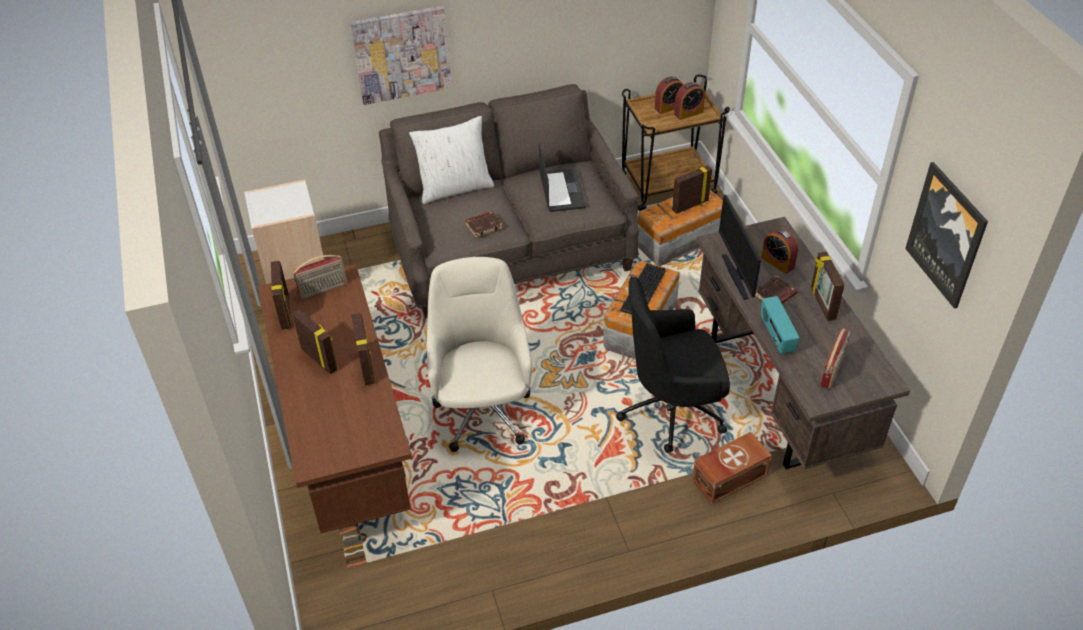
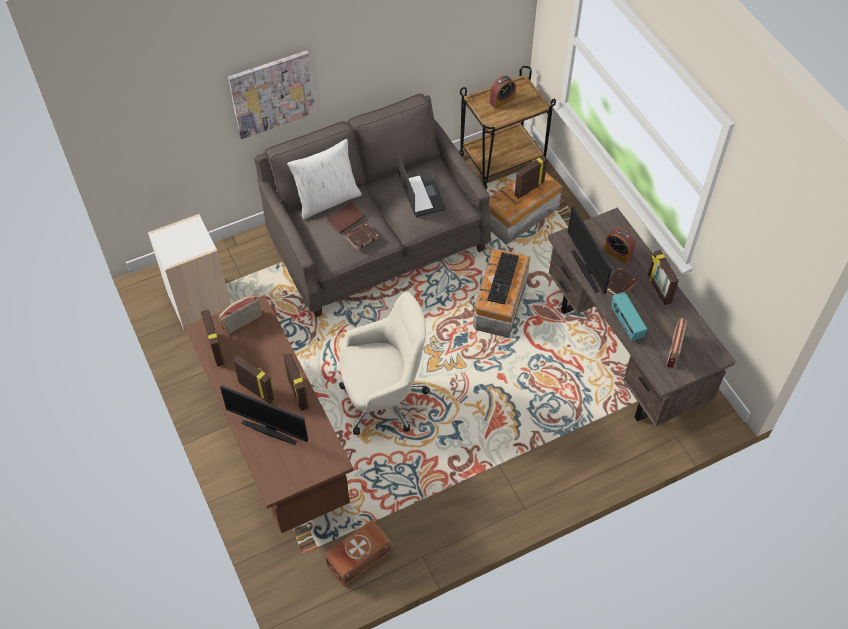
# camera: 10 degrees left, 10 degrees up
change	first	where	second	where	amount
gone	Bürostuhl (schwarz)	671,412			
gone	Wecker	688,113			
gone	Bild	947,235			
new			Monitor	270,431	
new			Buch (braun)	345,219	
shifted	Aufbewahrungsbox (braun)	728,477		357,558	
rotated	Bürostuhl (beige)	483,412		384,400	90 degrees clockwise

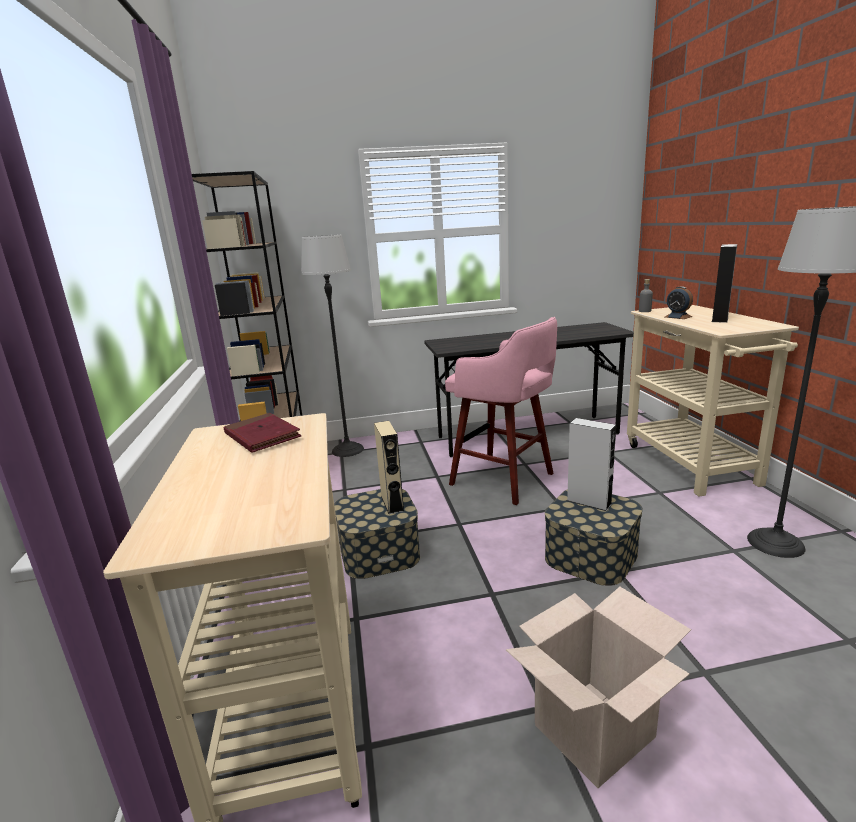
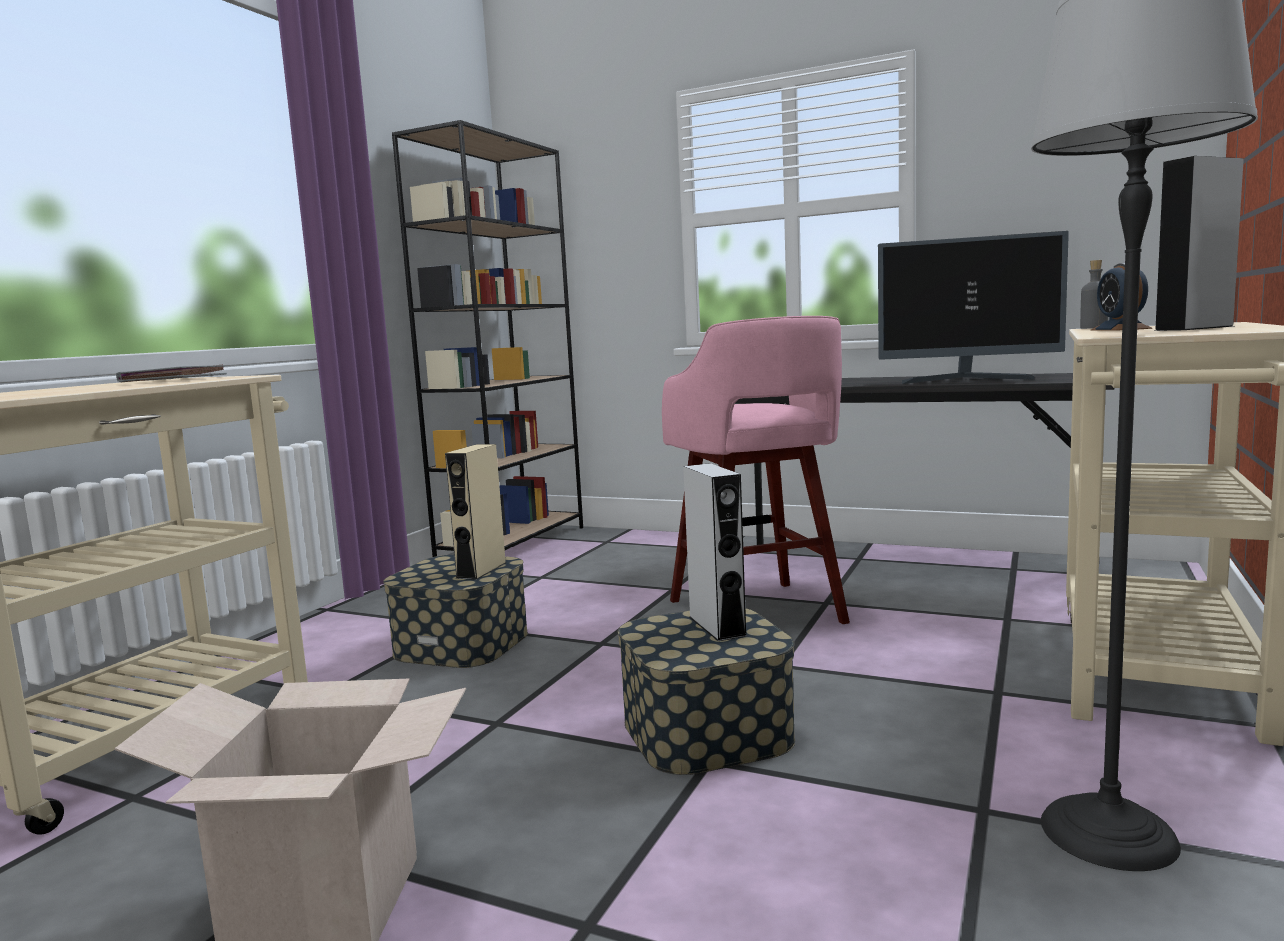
# camera: 35 degrees right, 10 degrees down
change	first	where	second	where	amount
gone	Stehlampe	348,450			
new			Monitor	968,379	
repainted	Buch (rot)	262,436	Buch (grau)	175,380	

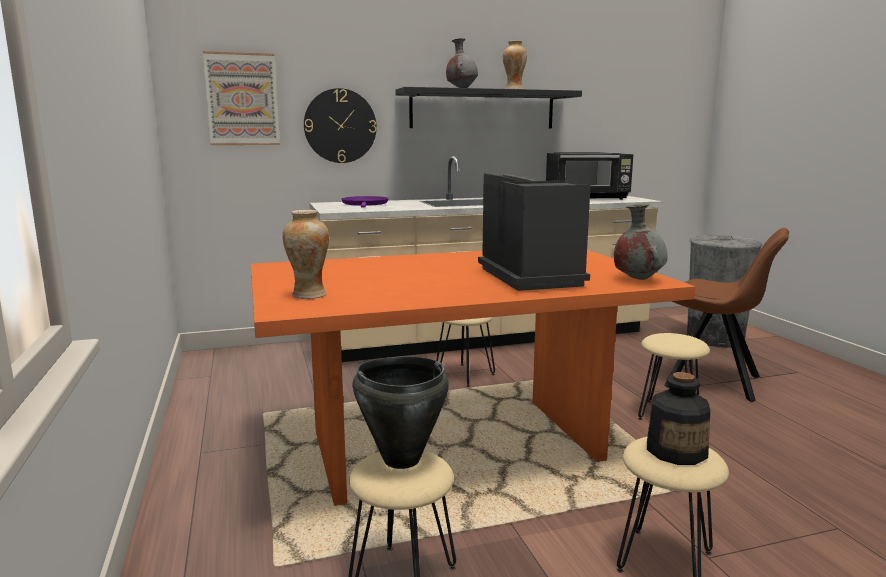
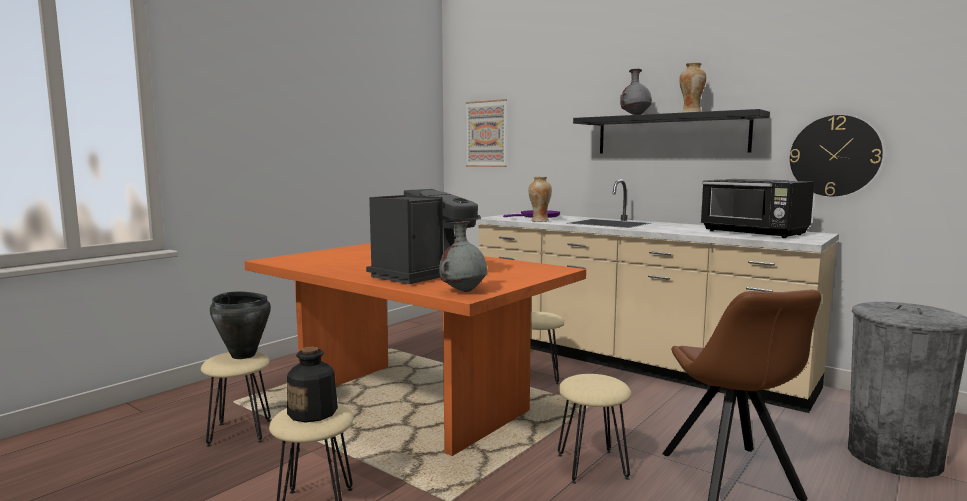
# camera: 55 degrees right, 5 degrees down
change	first	where	second	where	amount
shifted	Vase	309,295		539,221	
shifted	Wanduhr	340,126		834,156	

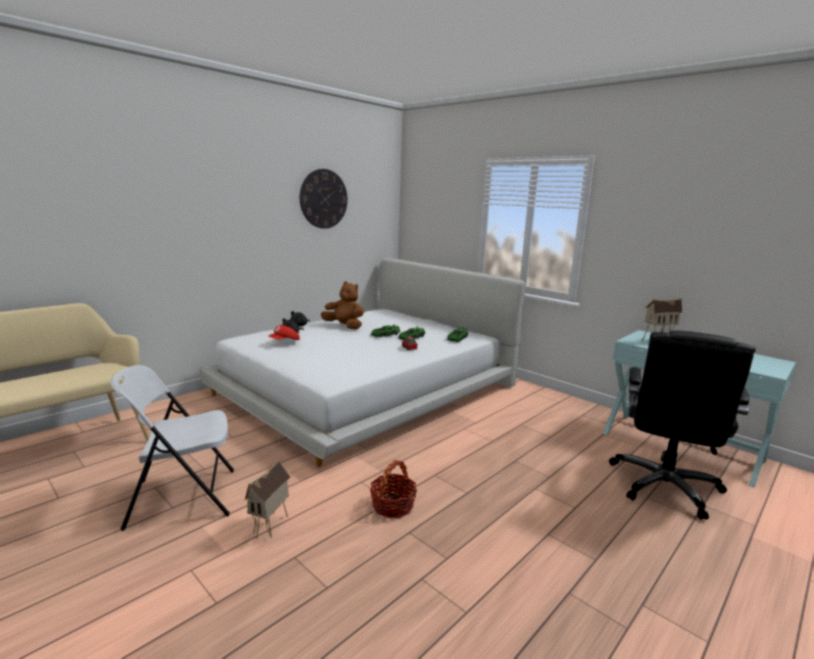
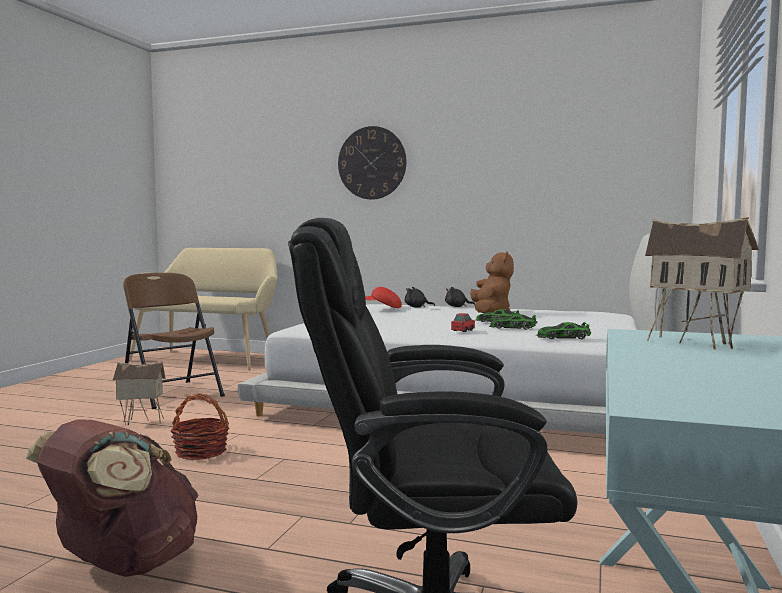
# camera: 65 degrees right, 10 degrees down
change	first	where	second	where	amount
new			Rucksack (braun)	123,565	
shifted	Wanduhr	323,199		372,163	
repainted	Stuhl (weiß)	183,497	Stuhl (braun)	172,394	

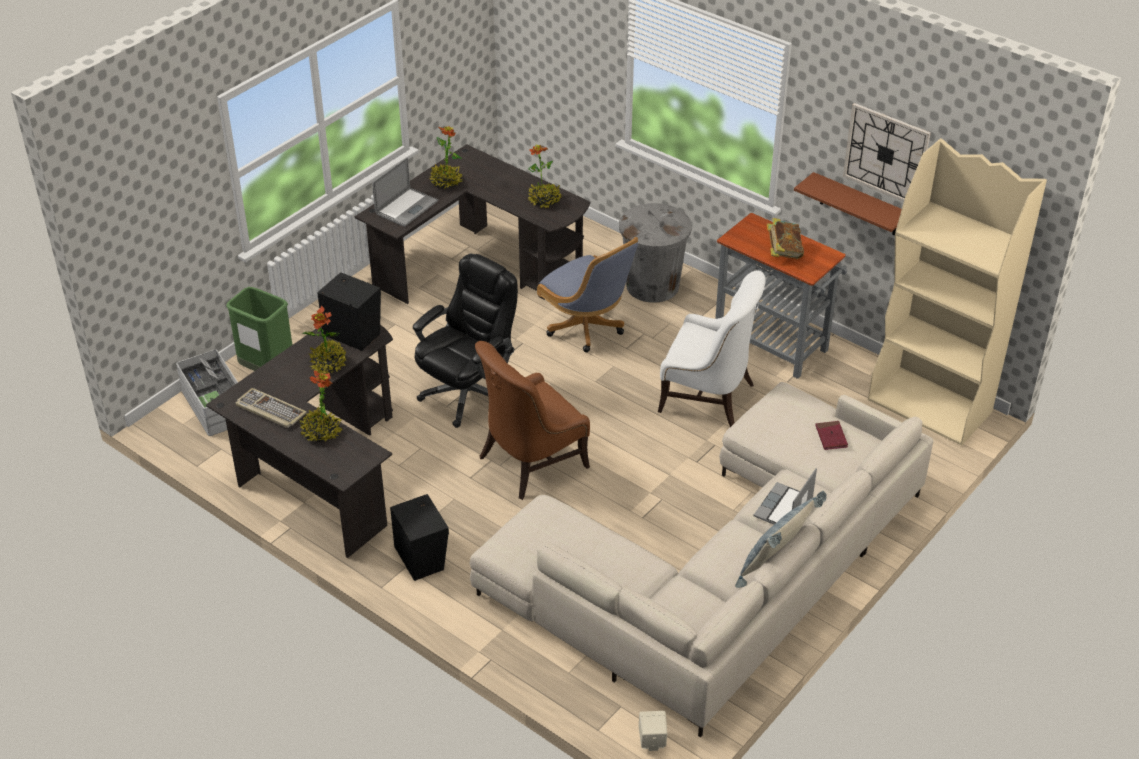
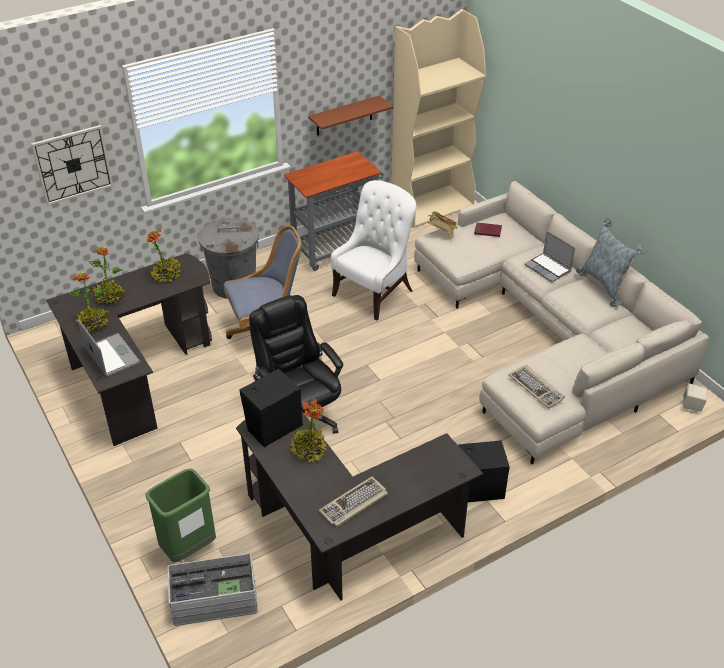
# camera: 70 degrees left, 0 degrees up
change	first	where	second	where	amount
gone	Stuhl (braun)	531,462			
new			Tastatur	537,388	
shifted	Topfpflanze	321,432		110,297	
shifted	Buch	783,252		441,233	
shifted	Wanduhr	886,154		73,164	

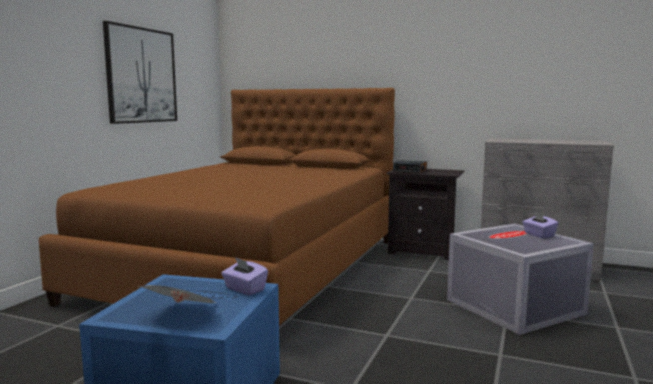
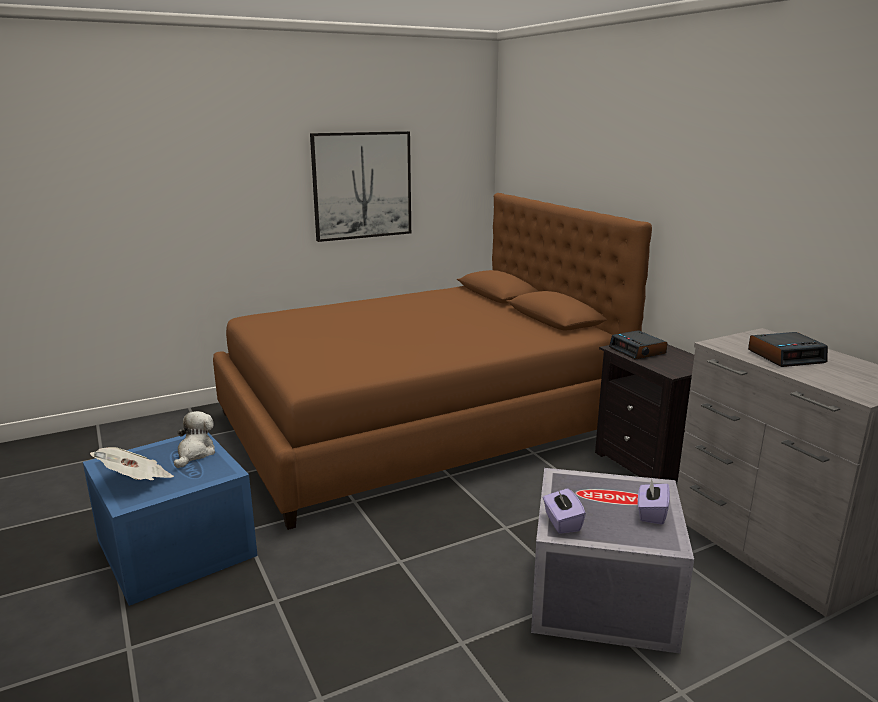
# camera: 40 degrees right, 10 degrees up
change	first	where	second	where	amount
new			Plüschtier	195,453	
new			Wecker	786,356	
shifted	Taschentuchbox (lila)	244,289		562,522	

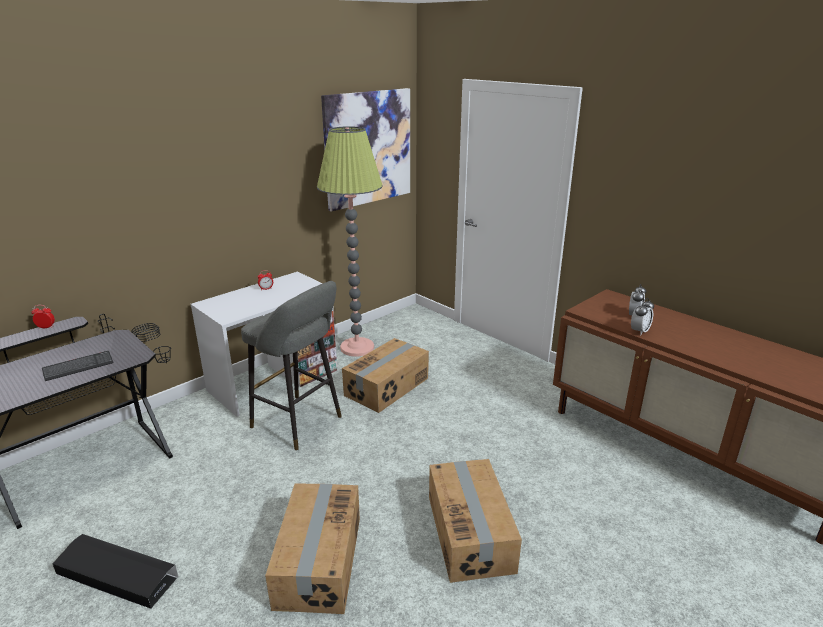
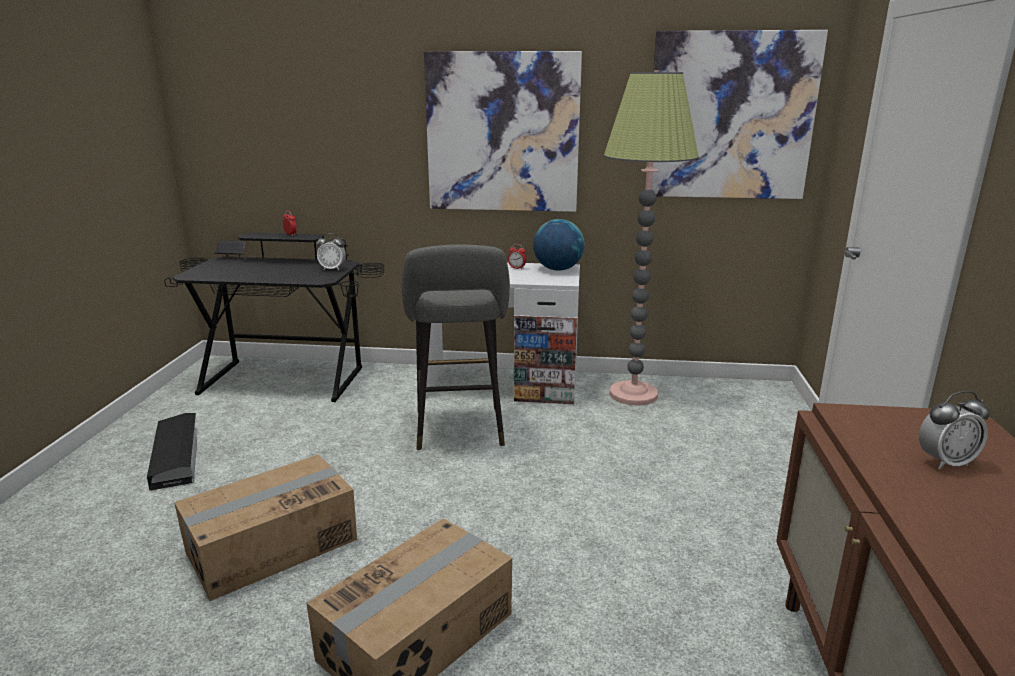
# camera: 50 degrees right, 5 degrees down
change	first	where	second	where	amount
gone	Tastatur	78,367			
gone	Karton	387,387			
new			Bild	502,133	
new			Globus	557,269	
shifted	Wecker	639,331		332,269	

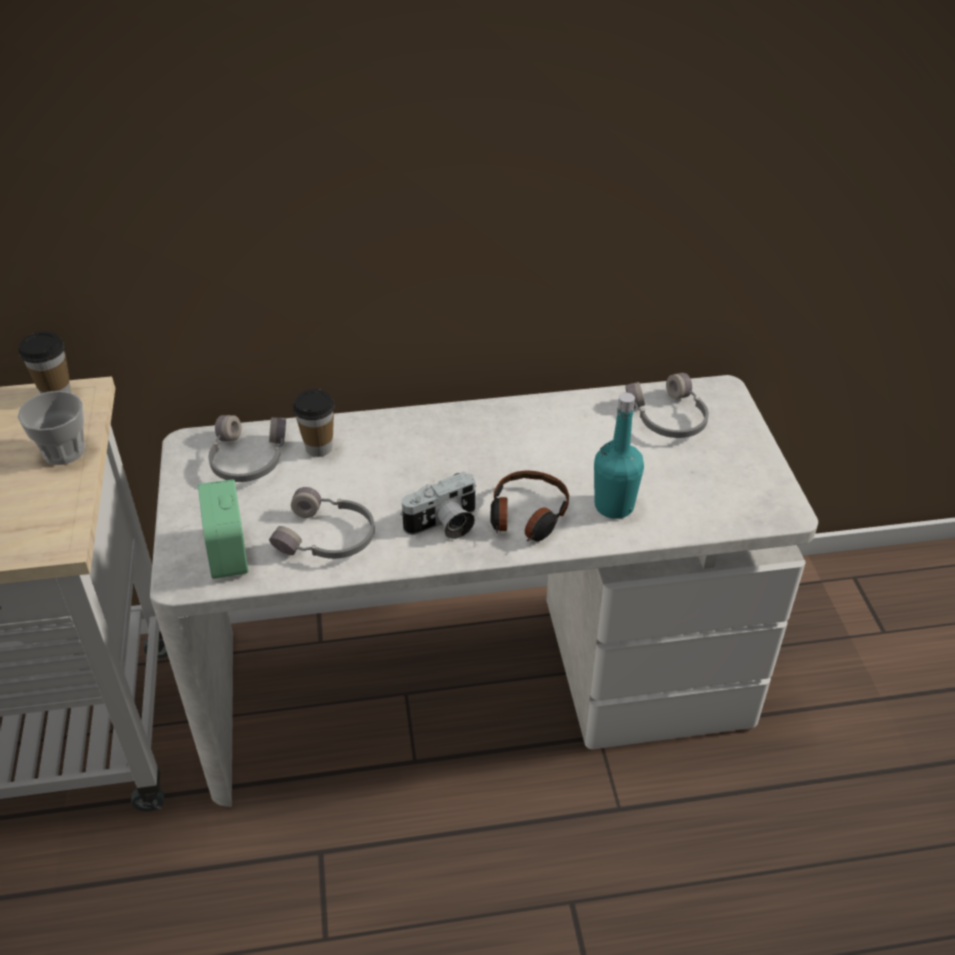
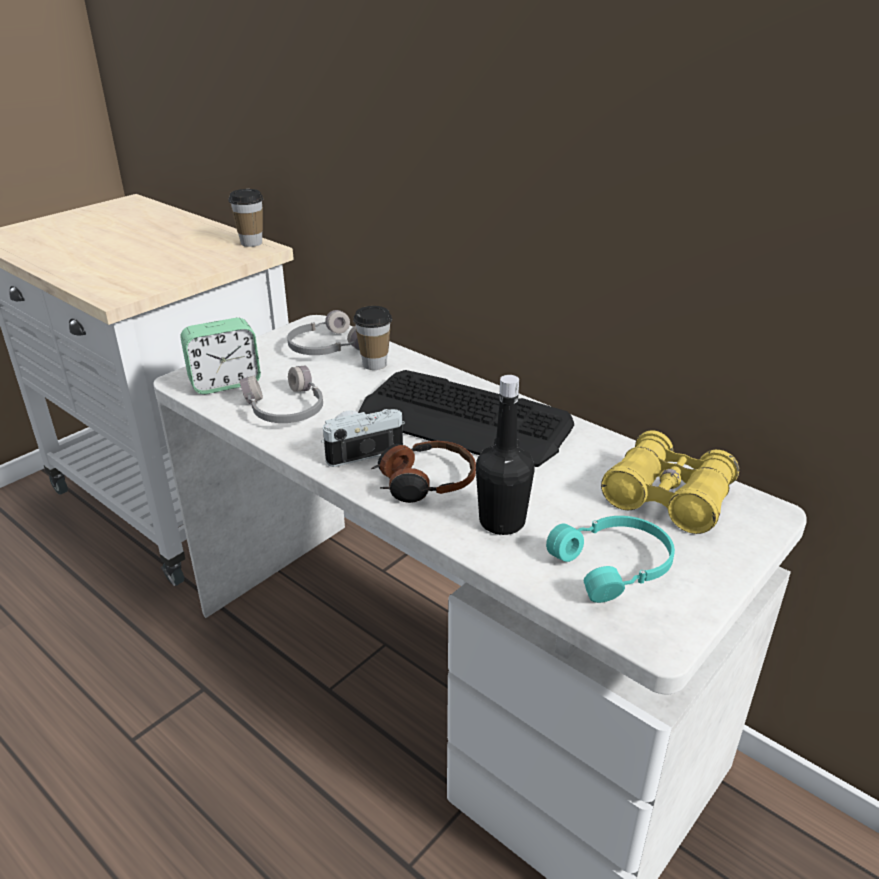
# camera: 50 degrees right, 10 degrees down
change	first	where	second	where	amount
gone	Tasse	64,451			
new			Tastatur	464,420	
new			Kopfhörer (türkis)	615,566	
swapped	Kopfhörer (grau)	667,418	Fernglas (gelb)	668,498	
repainted	Flasche (türkis)	614,506	Flasche (schwarz)	502,521	
rotated	Wecker	228,553		225,383	150 degrees counterclockwise
rotated	Kamera	444,525		361,449	135 degrees clockwise

